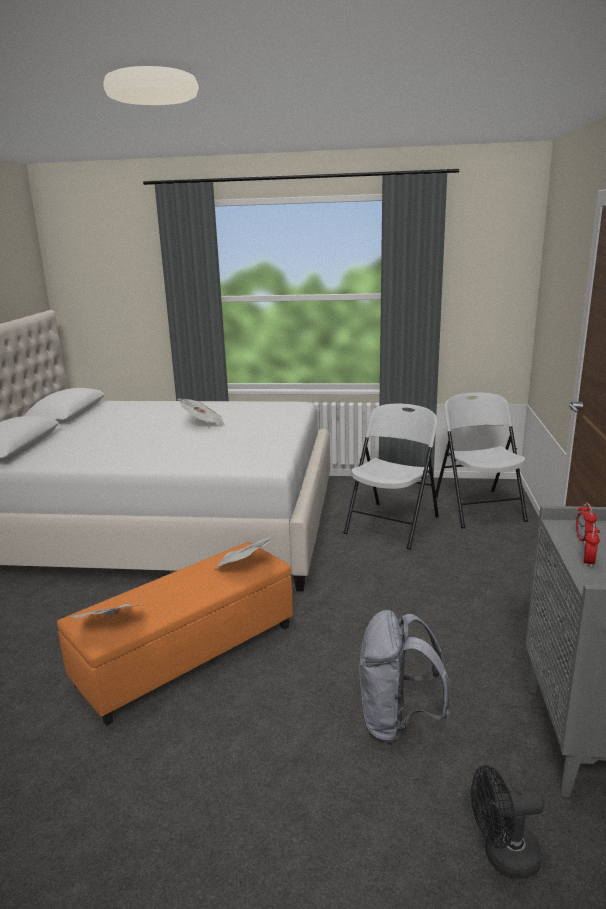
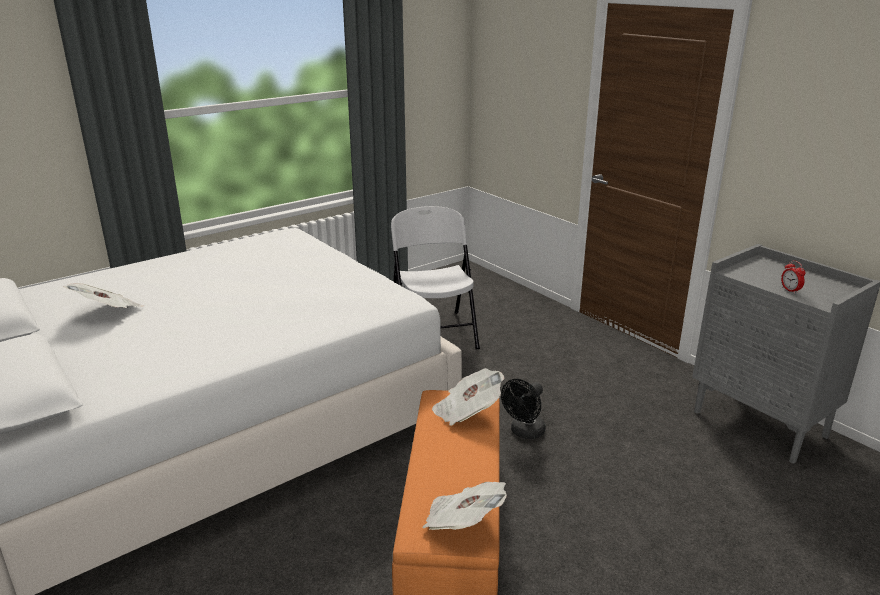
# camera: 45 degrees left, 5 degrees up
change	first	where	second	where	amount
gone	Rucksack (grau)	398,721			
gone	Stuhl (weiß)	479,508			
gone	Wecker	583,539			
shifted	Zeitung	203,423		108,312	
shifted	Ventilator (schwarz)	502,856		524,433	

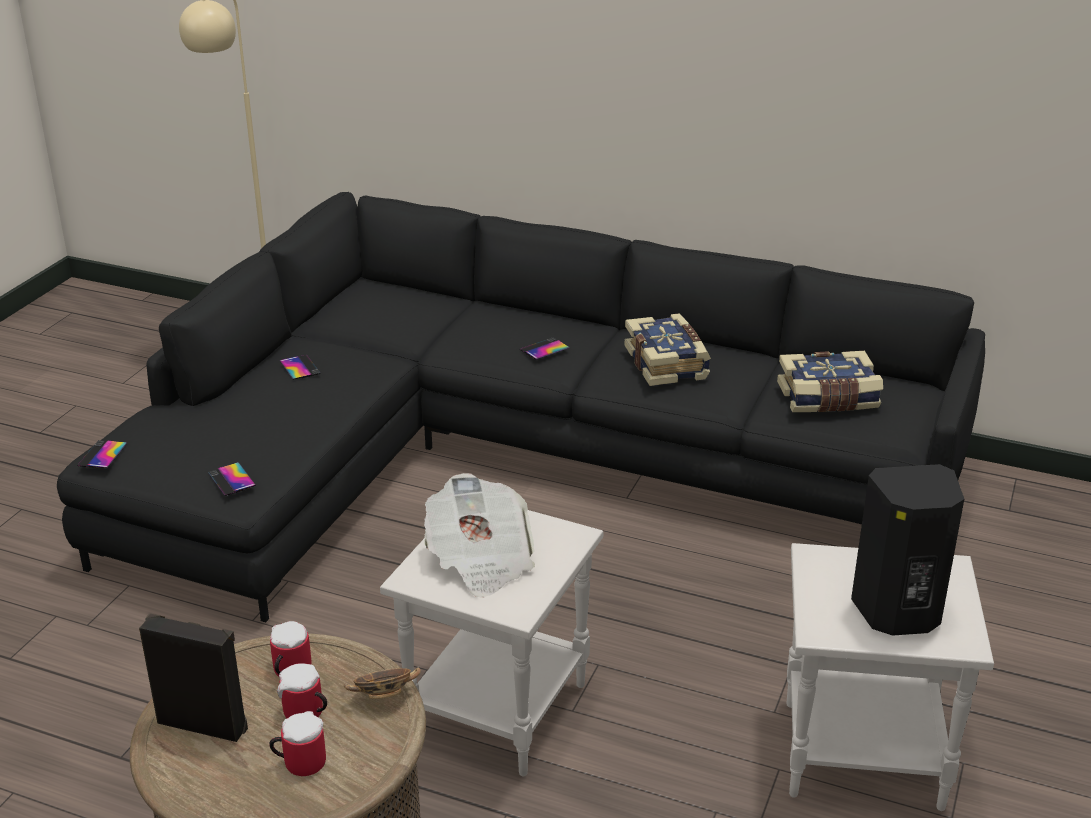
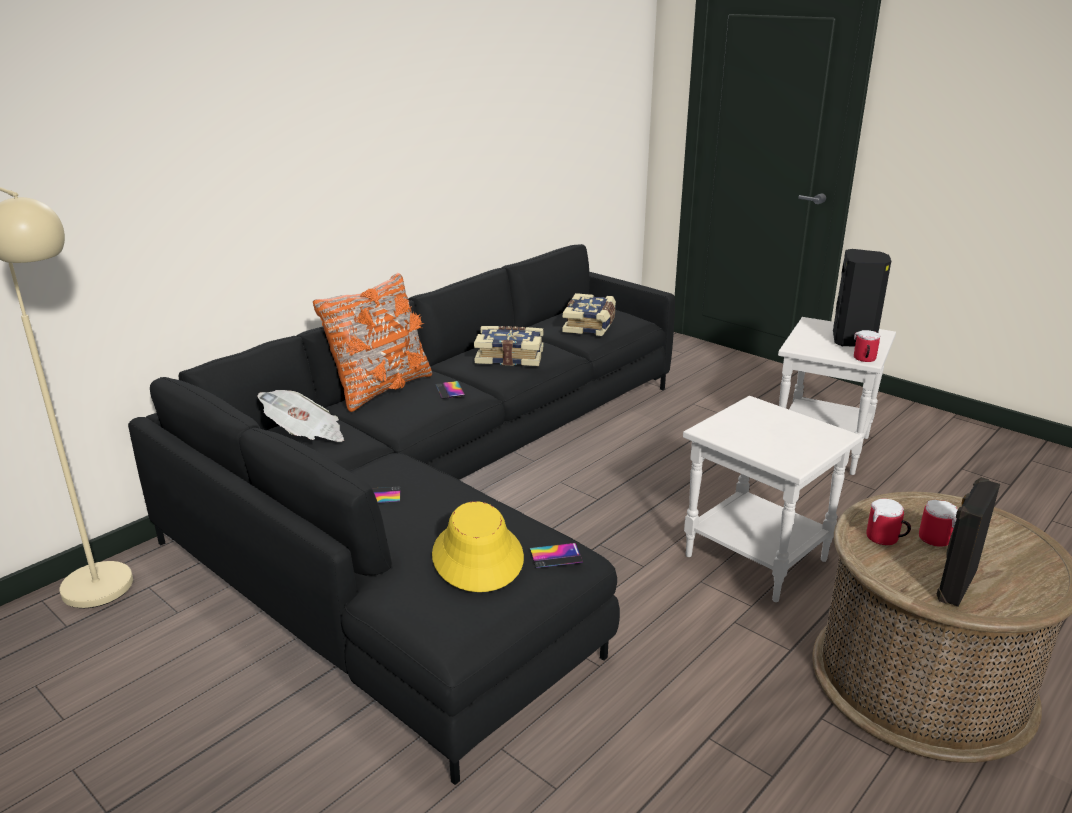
# camera: 70 degrees left, 5 degrees down
change	first	where	second	where	amount
gone	Handy	102,454			
gone	Schüssel	383,695			
new			Kissen (orange)	382,390	
new			Hut (gelb)	478,556	
shifted	Henkelbecher	299,761		863,359	
shifted	Zeitung	480,560		306,435	

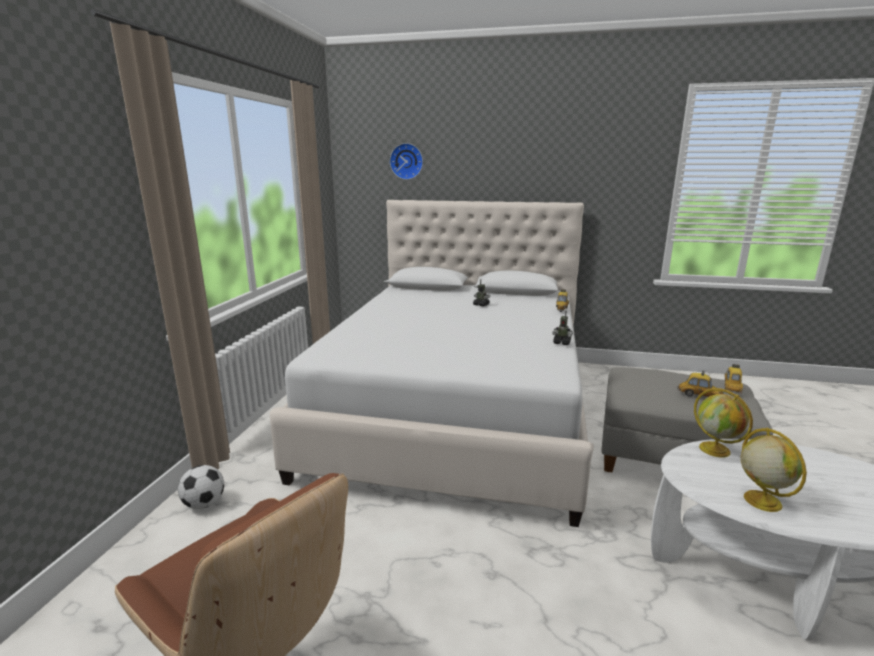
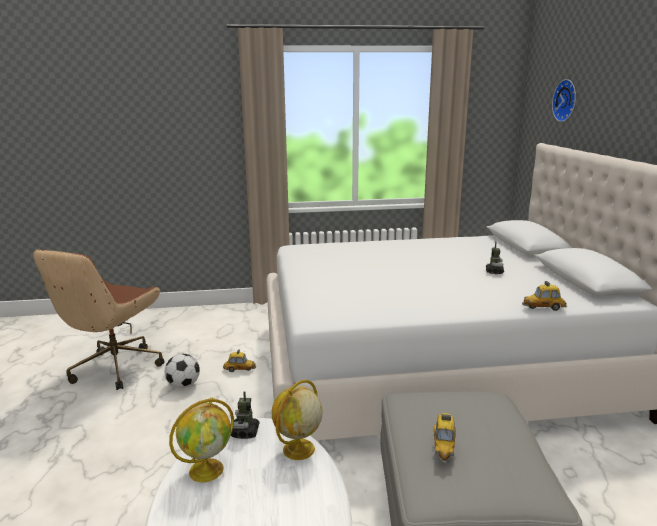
# camera: 70 degrees right, 0 degrees up
change	first	where	second	where	amount
shifted	Fußball	204,504		184,385	
shifted	Spielzeugroboter	562,343		245,432	
shifted	Spielzeugauto	731,388		239,370	

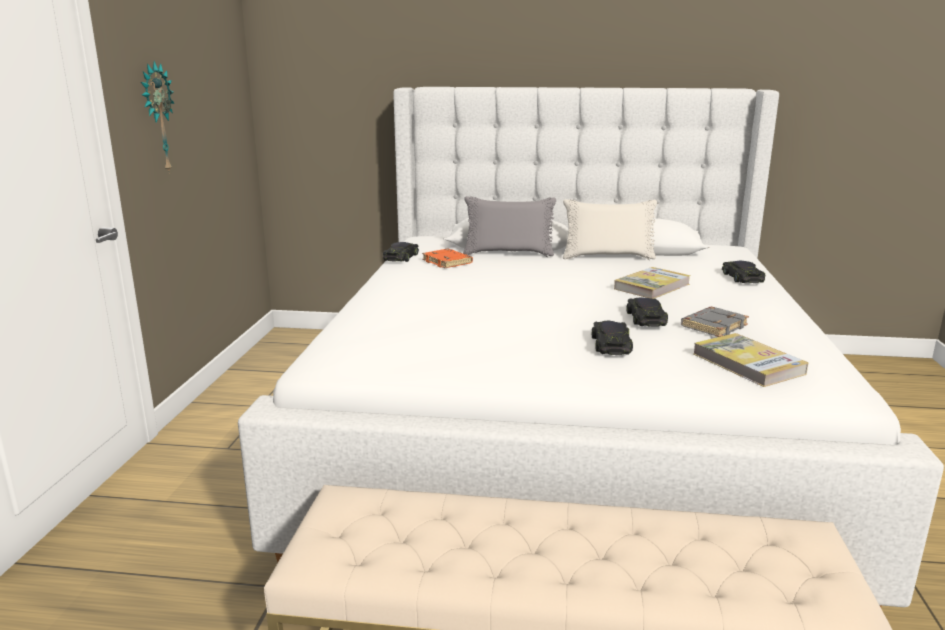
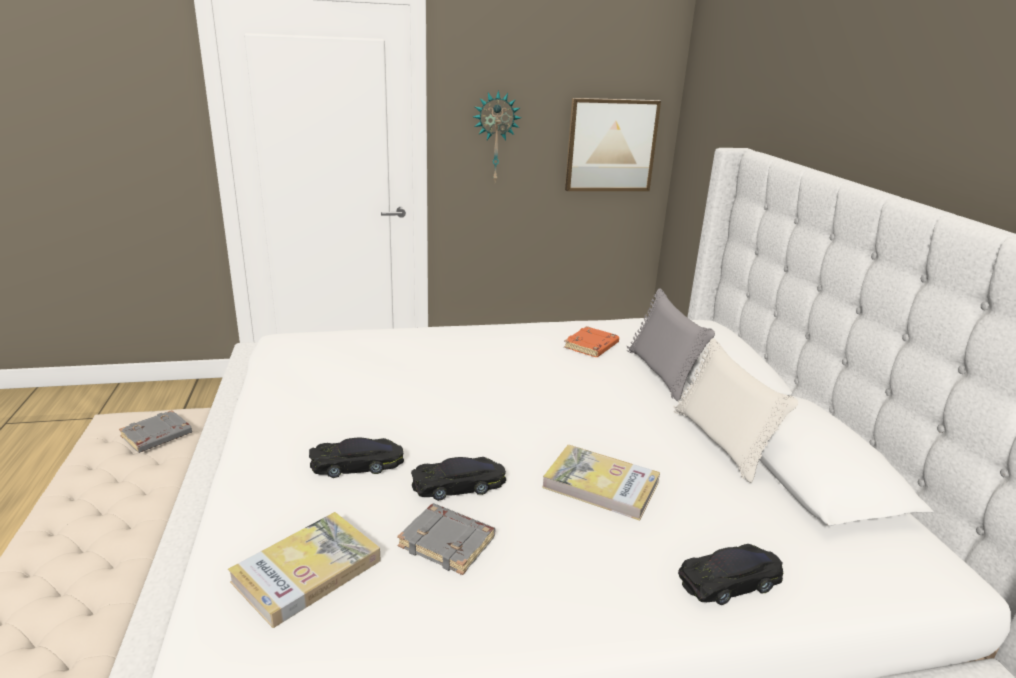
# camera: 70 degrees right, 5 degrees up
change	first	where	second	where	amount
gone	Spielzeugauto (schwarz)	401,257			
new			Buch (grau)	157,436	
new			Bild	611,145	

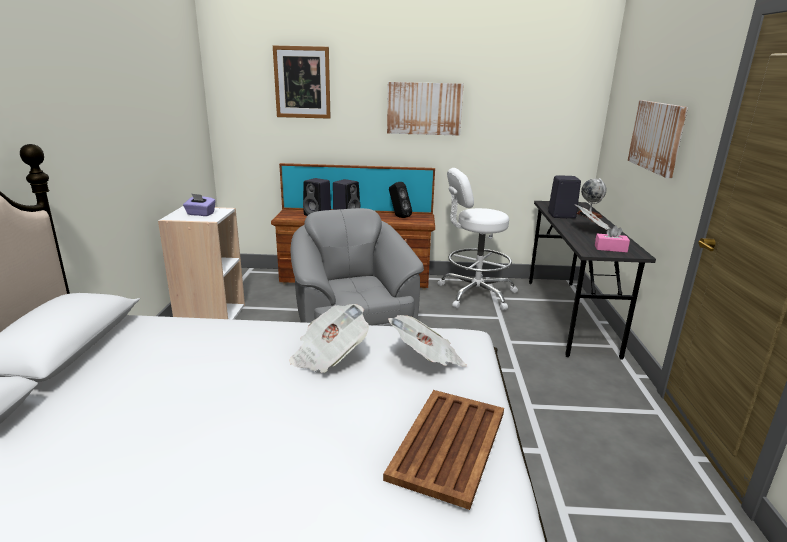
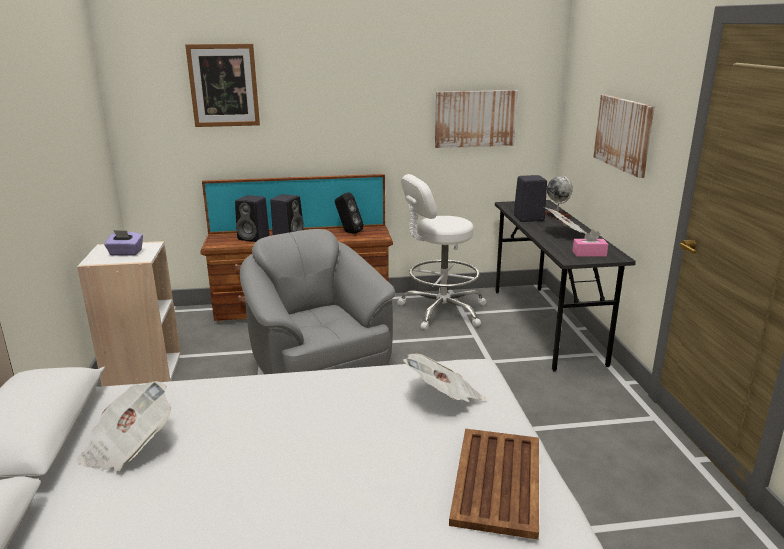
# camera: 10 degrees left, 0 degrees up
change	first	where	second	where	amount
shifted	Zeitung	328,355		128,446	
shifted	Bild	424,108		475,118	

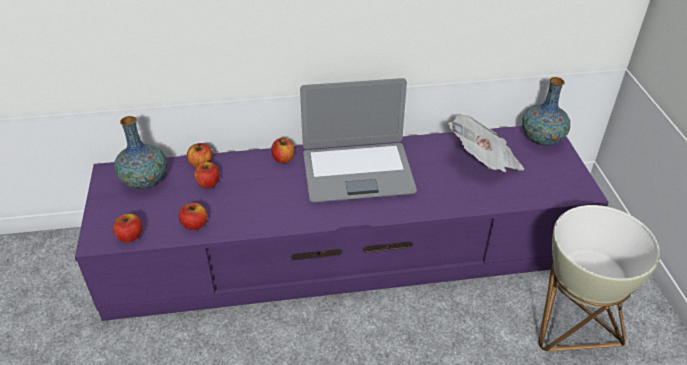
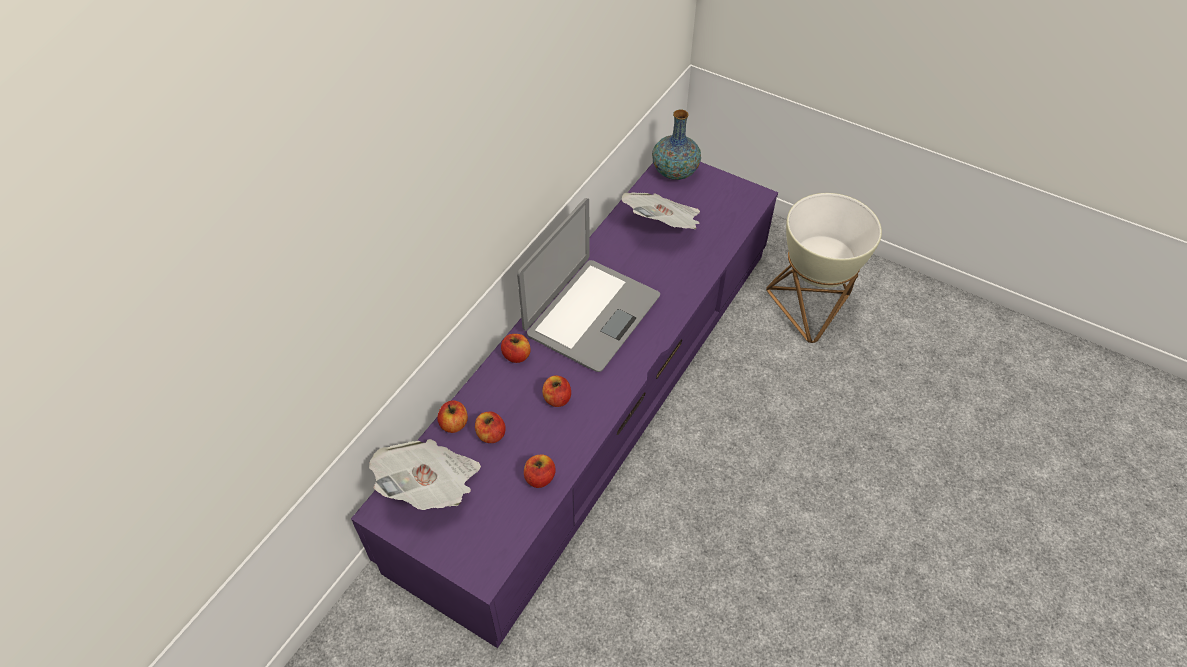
# camera: 50 degrees left, 10 degrees up
change	first	where	second	where	amount
shifted	Apfel	130,236		557,398	
swapped	Vase	145,181	Zeitung	431,486	

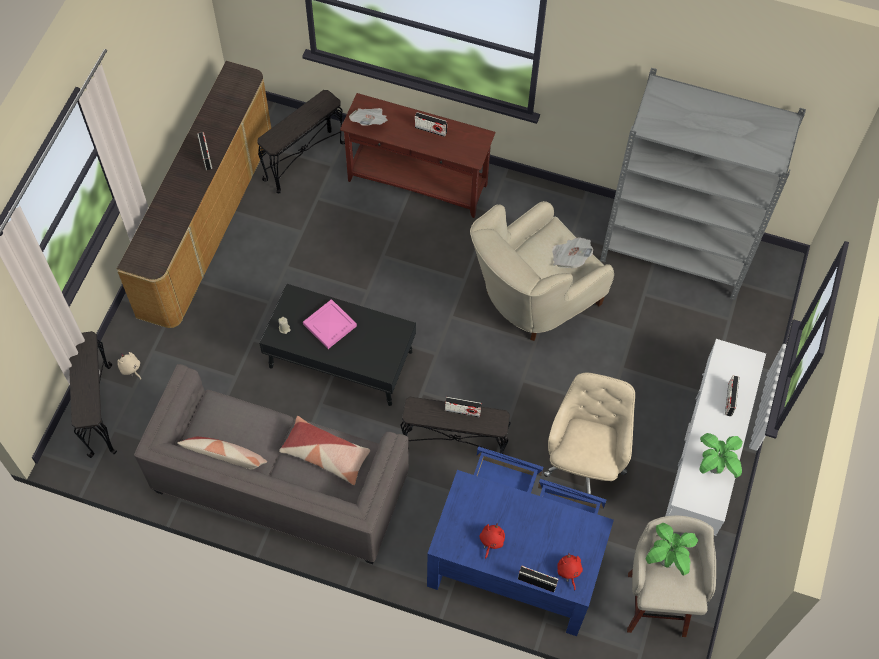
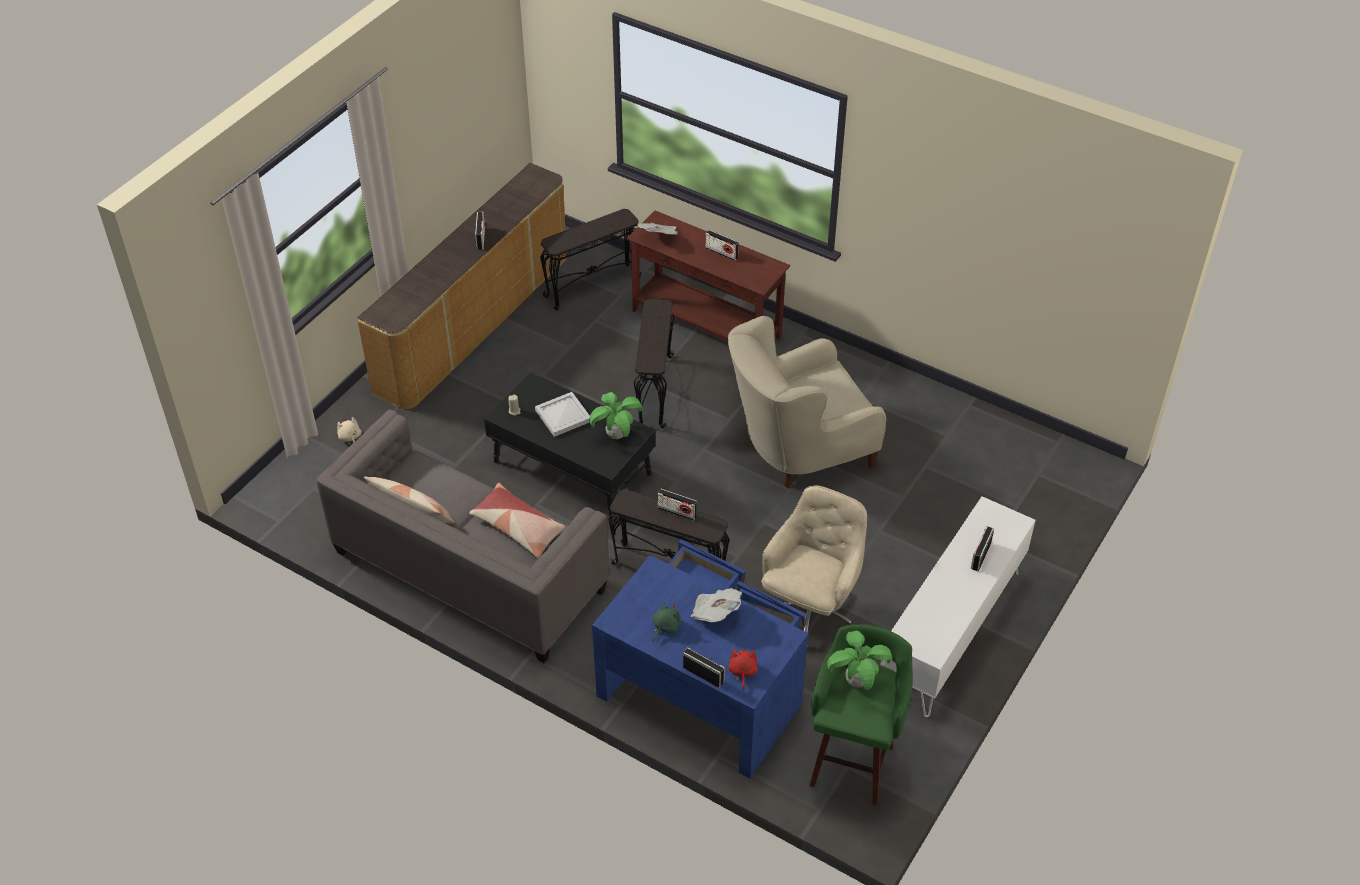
# camera: 15 degrees right, 15 degrees down
change	first	where	second	where	amount
gone	Bücherregal (grau)	675,251			
shifted	Beistelltisch (schwarz)	100,411		654,391	
shifted	Zeitung	570,258		715,612	
shifted	Topfpflanze	714,466		616,435	
repainted	Tablett (rosa)	329,325	Tablett (weiß)	562,415	
repainted	Plüschtier (rot)	491,541	Plüschtier (grün)	665,627	
repainted	Hocker (beige)	657,601	Hocker (grün)	853,762	

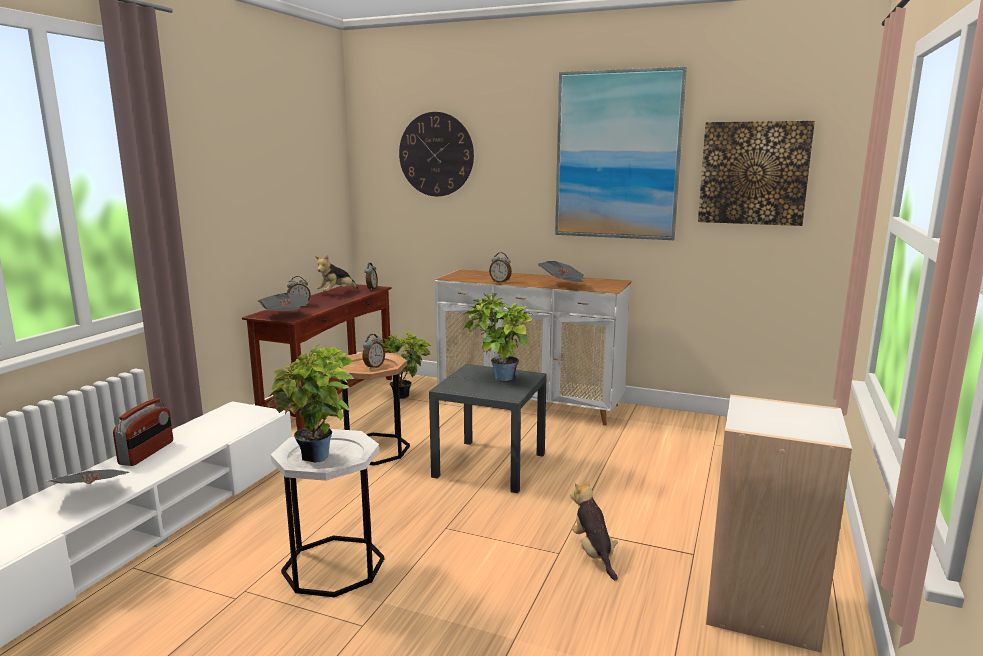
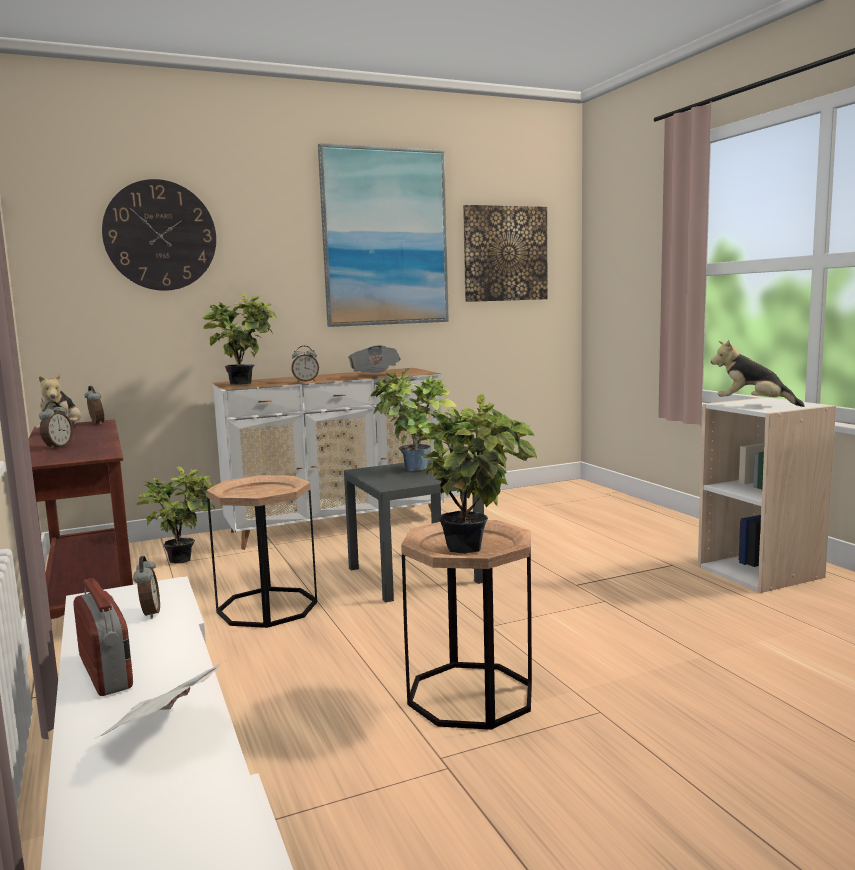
# camera: 45 degrees left, 5 degrees down
change	first	where	second	where	amount
gone	Zeitung	285,316			
new			Topfpflanze	246,384	
shifted	Wecker	373,367		149,613	
shifted	Plüschtier	593,553		753,405	
repainted	Beistelltisch (weiß)	333,565	Beistelltisch (braun)	470,695	

